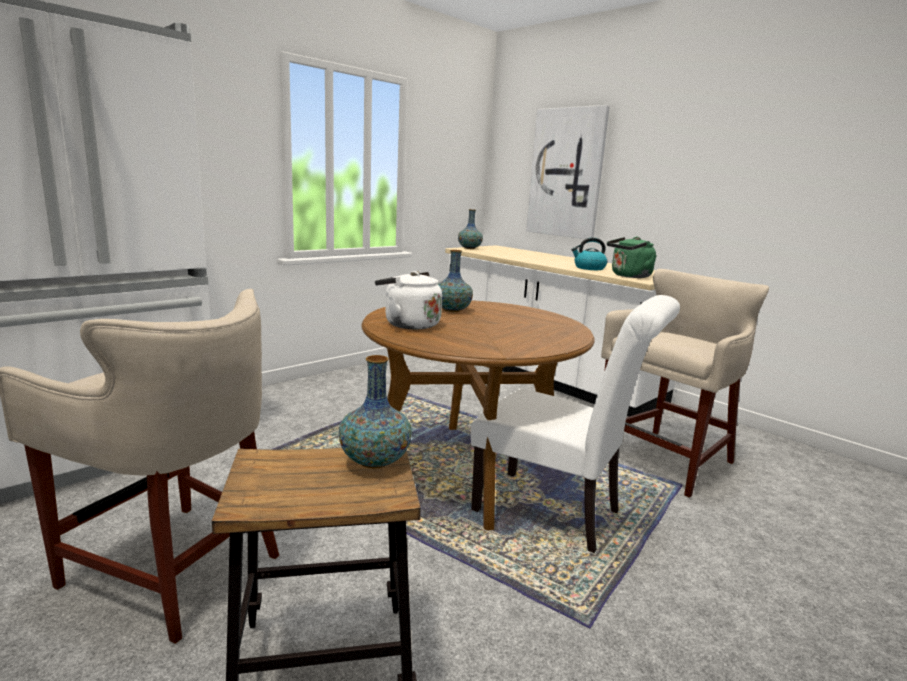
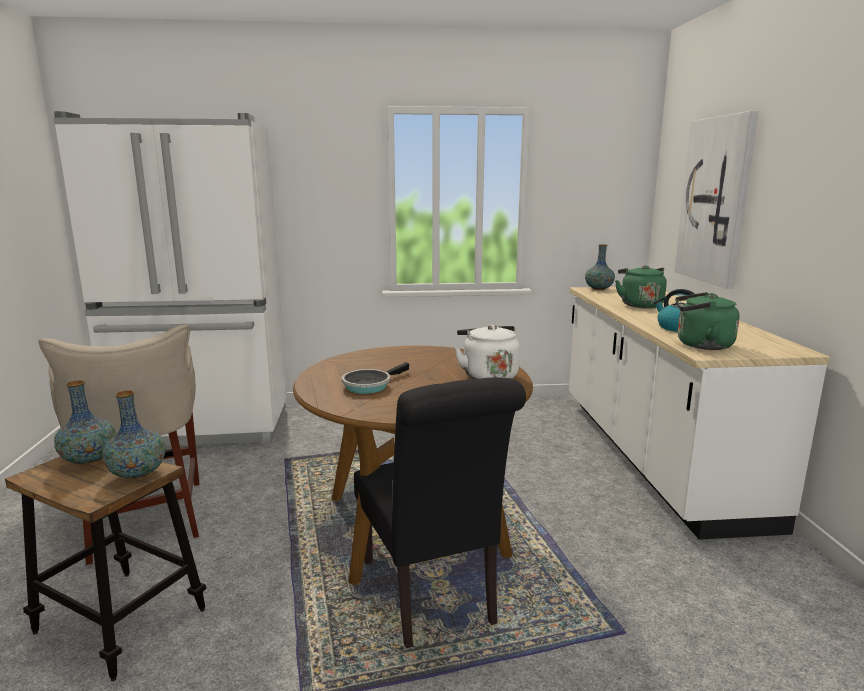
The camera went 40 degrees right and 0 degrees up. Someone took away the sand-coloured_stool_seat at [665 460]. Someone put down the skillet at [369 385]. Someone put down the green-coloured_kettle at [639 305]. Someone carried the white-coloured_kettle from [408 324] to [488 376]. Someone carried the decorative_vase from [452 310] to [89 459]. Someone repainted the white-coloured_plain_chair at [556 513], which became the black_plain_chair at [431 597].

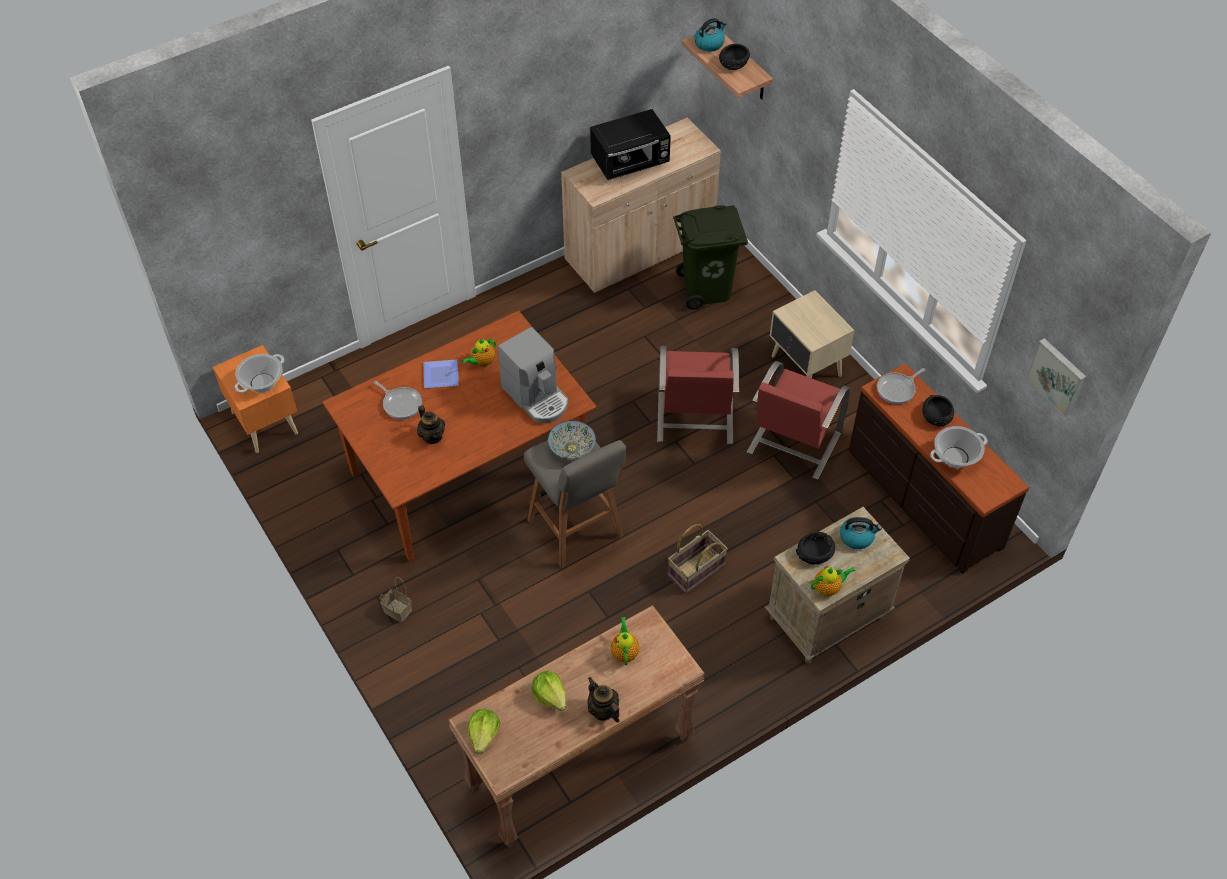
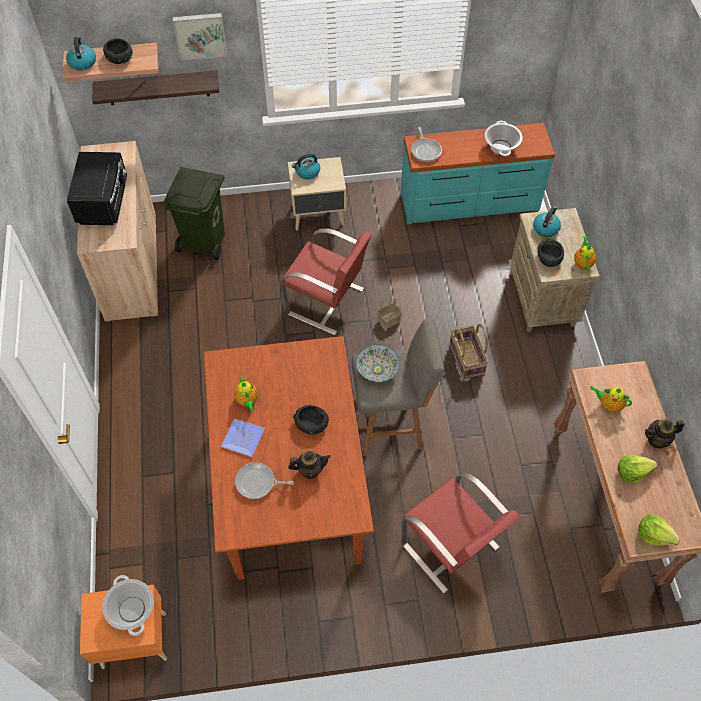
The camera went 65 degrees left and 5 degrees up. Someone took away the coffee_machine at [537 397]. Someone put up the shelf at [158 88]. Someone put down the kettle at [307 172]. Someone carried the storage_basket from [396 610] to [389 321]. Someone carried the red-coloured_plain_chair from [792 444] to [451 547]. Someone carried the black_deep_dish from [936 416] to [311 424]. Someone carried the wall_art from [1057 376] to [200 35]. Someone repainted the brownish_drawer_chest at [922 499], which became the turquoise-coloured_drawer_chest at [469 203]. Someone rotated the skillet at [401 403] by 150 degrees counterclockwise.

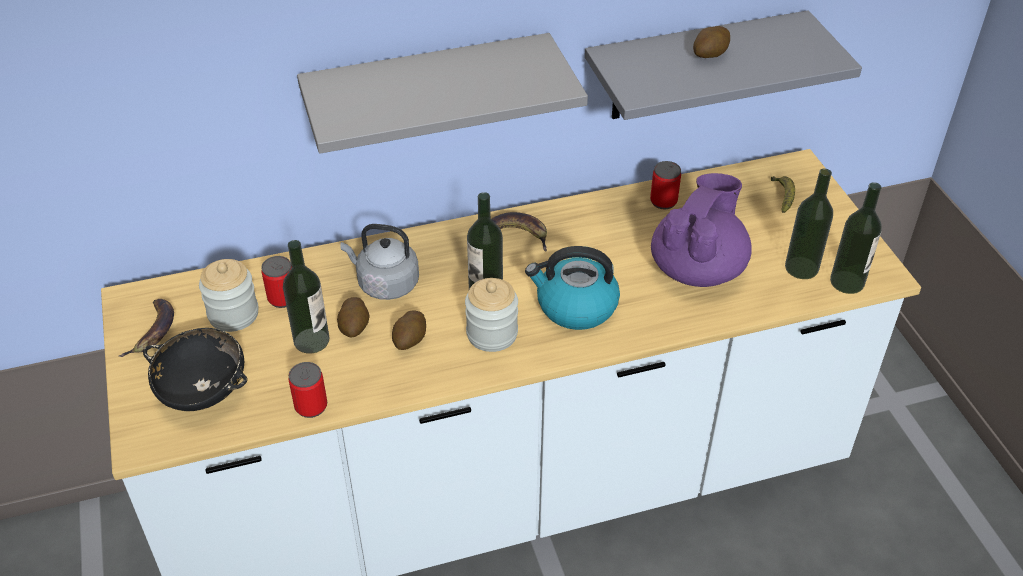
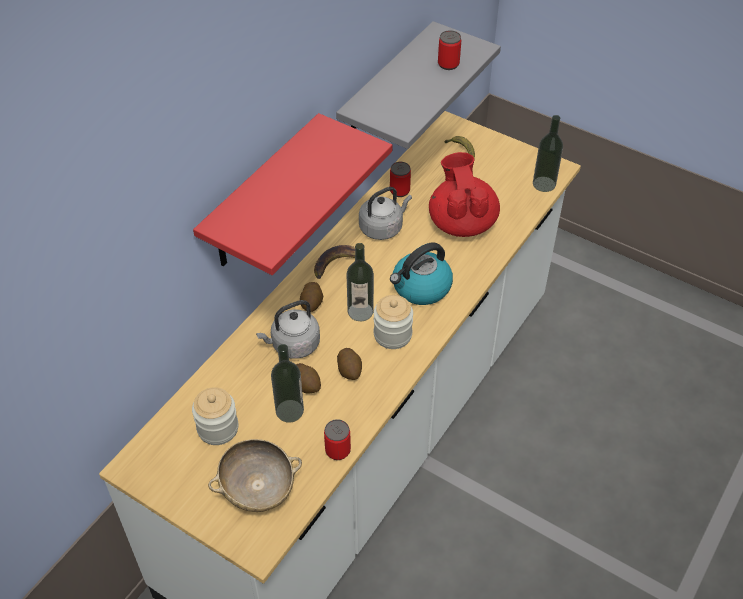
The camera went 40 degrees left and 5 degrees up. Someone took away the whole_banana at [154 332]. Someone took away the bottle at [801 268]. Someone put down the grey_kettle at [383 227]. Someone carried the metal_can from [282 298] to [448 64]. Someone carried the spud from [710 55] to [312 304]. Someone repainted the black_deep_dish at [203 390], which became the sand-coloured_deep_dish at [258 488]. Someone repainted the grey_shelf at [428 92], which became the red-coloured_shelf at [262 195]. Someone repainted the purplish_pot_for_tea at [698 268], which became the red-coloured_pot_for_tea at [462 222].

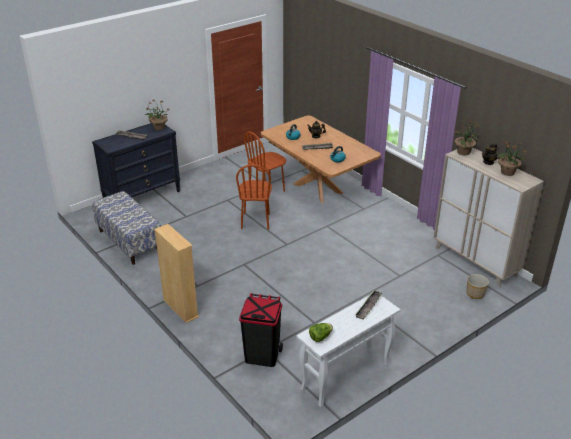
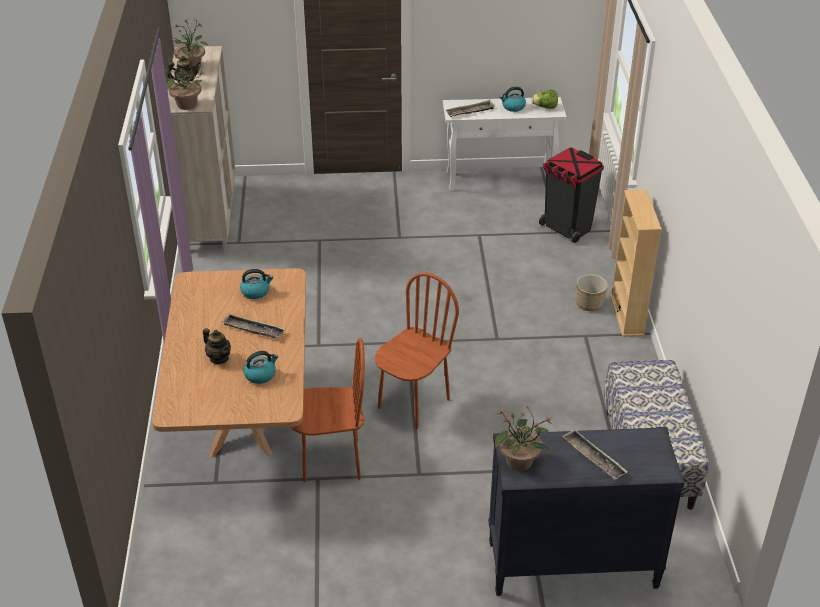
The camera went 145 degrees left and 5 degrees up. Someone put down the kettle at [513 107]. Someone carried the flower_pot from [475 294] to [589 303].

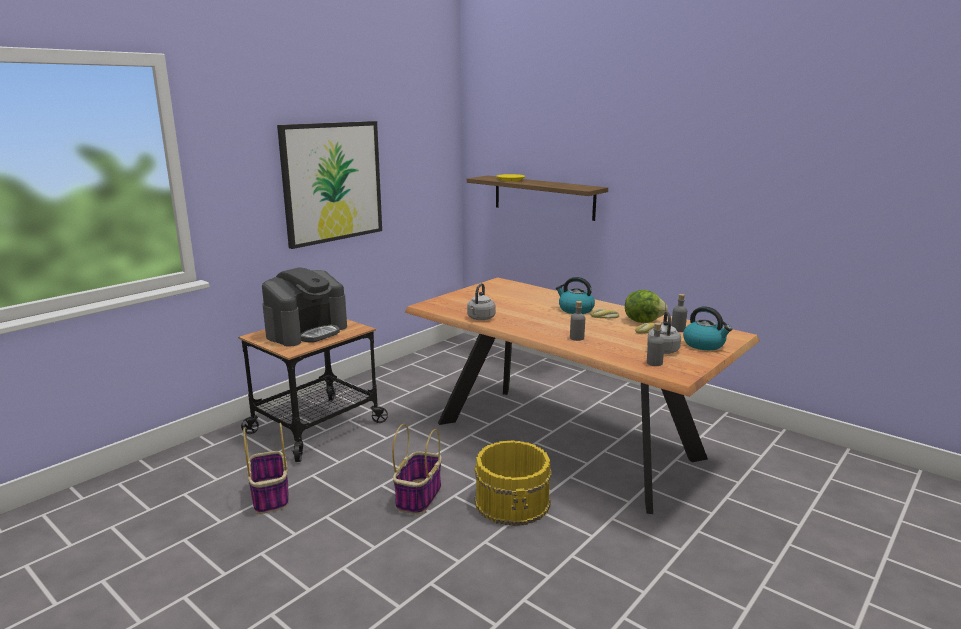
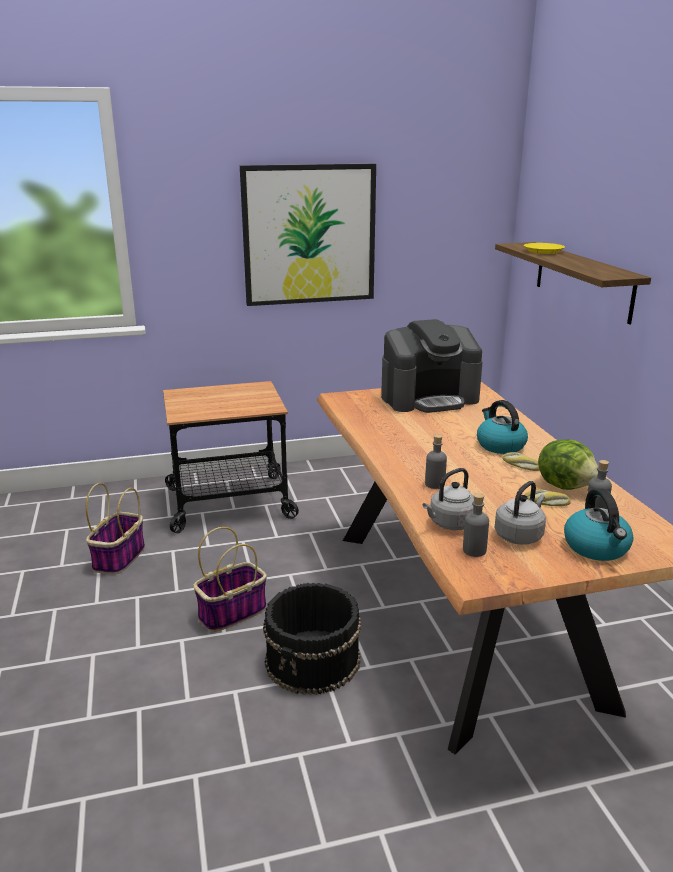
The camera went 35 degrees right and 5 degrees up. Someone carried the coffee_machine from [307 331] to [429 398]. Someone carried the grey_kettle from [480 318] to [450 524]. Someone repainted the yellowish_pail at [513 502], which became the black_pail at [313 660].

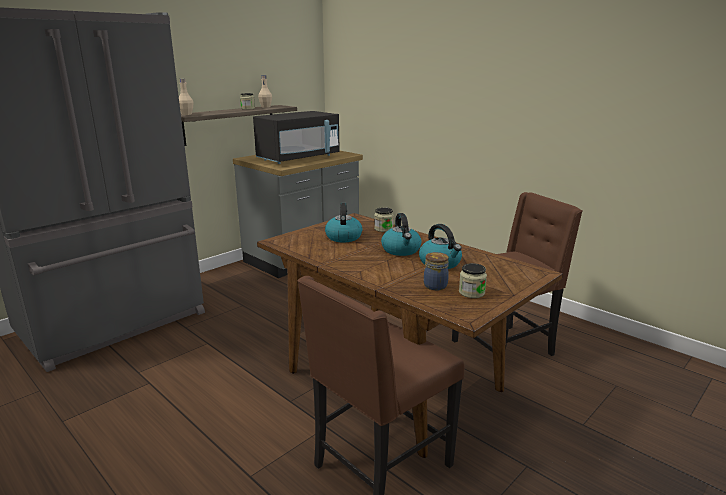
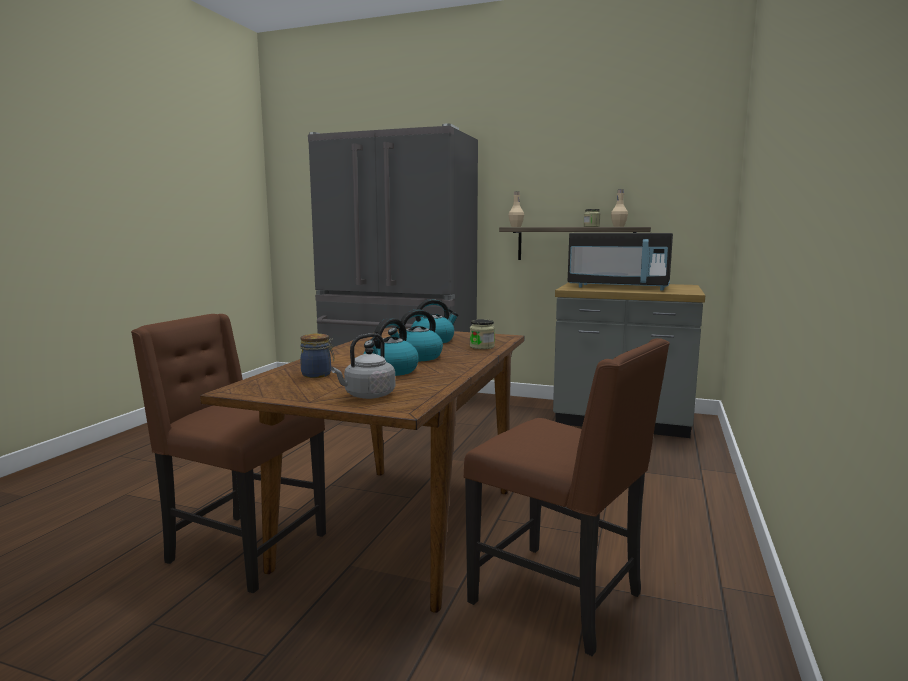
The camera went 65 degrees right and 10 degrees down. Someone took away the storage_jar at [471 293]. Someone put down the grey_kettle at [367 396].

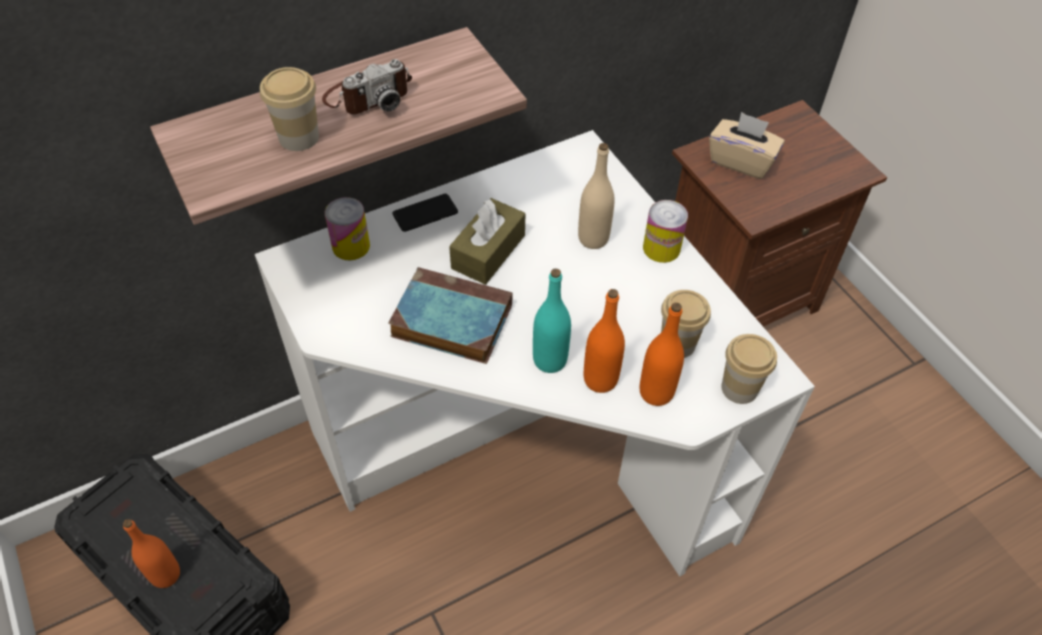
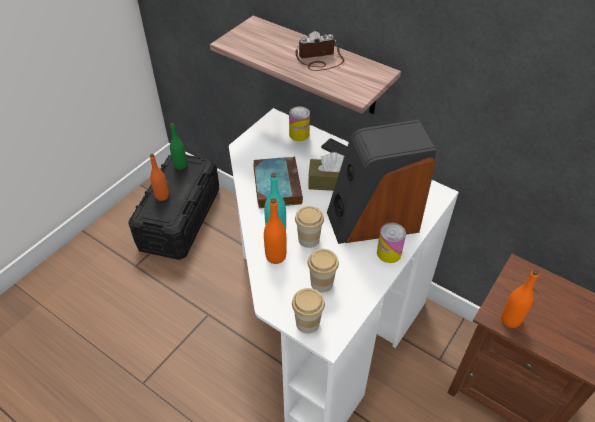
The camera went 65 degrees right and 5 degrees down. Someone took away the sand-coloured_box_of_tissues at [741 161]. Someone put down the green-coloured_bottle at [180 165]. Someone carried the small_cup from [299 137] to [308 239]. Someone carried the orange_bottle from [656 392] to [510 320]. Someone swapped the sand-coloured_bottle at [593 238] for the loudspeaker at [372 220]. Someone rotated the still_camera at [368 96] by 135 degrees clockwise.

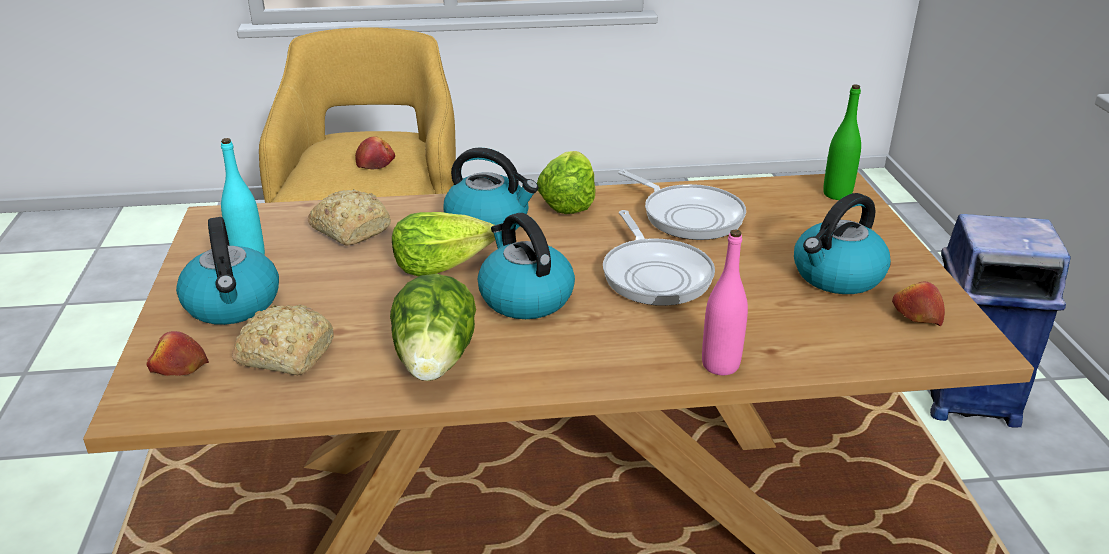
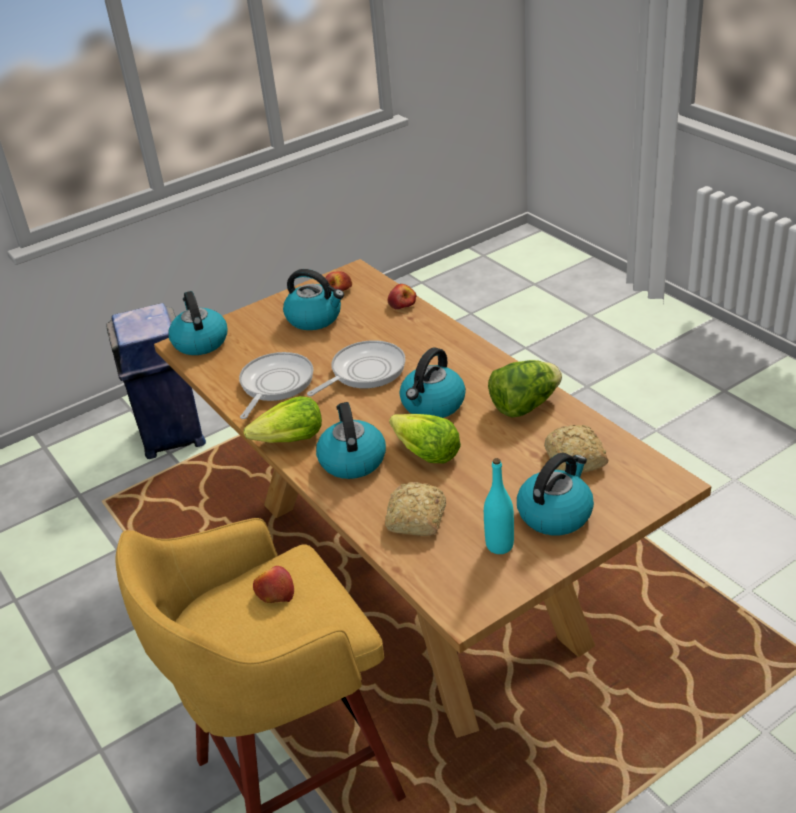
The camera went 115 degrees left and 5 degrees up. Someone took away the pink-coloured_bottle at [720 365]. Someone carried the whole_apple from [179 369] to [402 303]. Someone swapped the green-coloured_bottle at [837 194] for the kettle at [200 342].

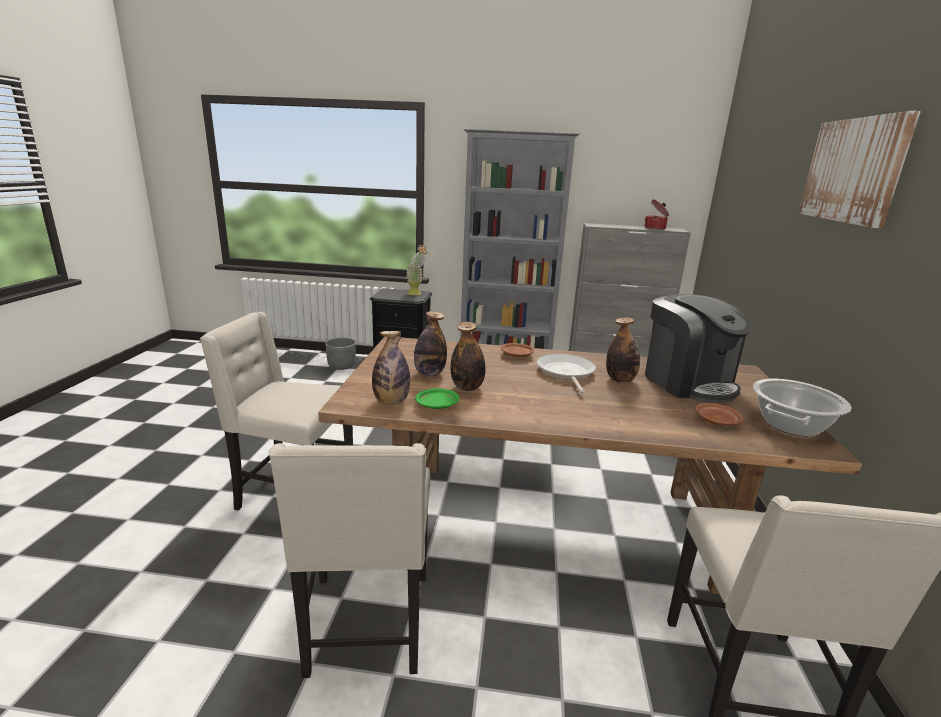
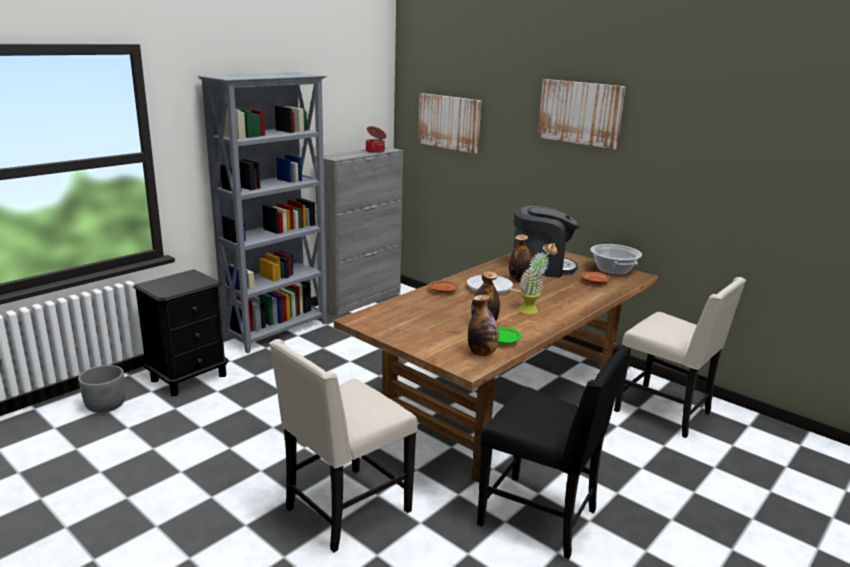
The camera went 55 degrees left and 0 degrees up. Someone took away the bottle at [429 374]. Someone put up the wall_art at [449 122]. Someone carried the potted_plant from [417 294] to [533 310]. Someone repainted the sand-coloured_plain_chair at [367 625], which became the black_plain_chair at [541 518].

